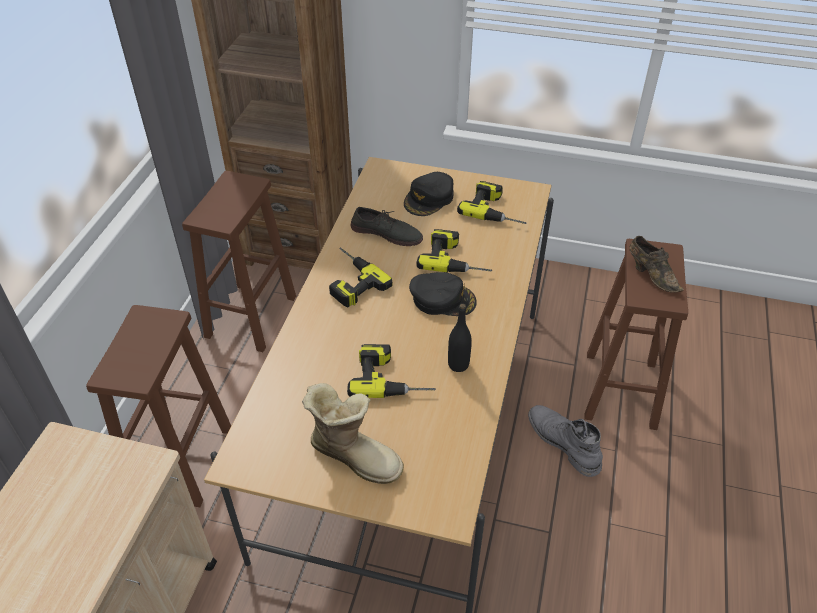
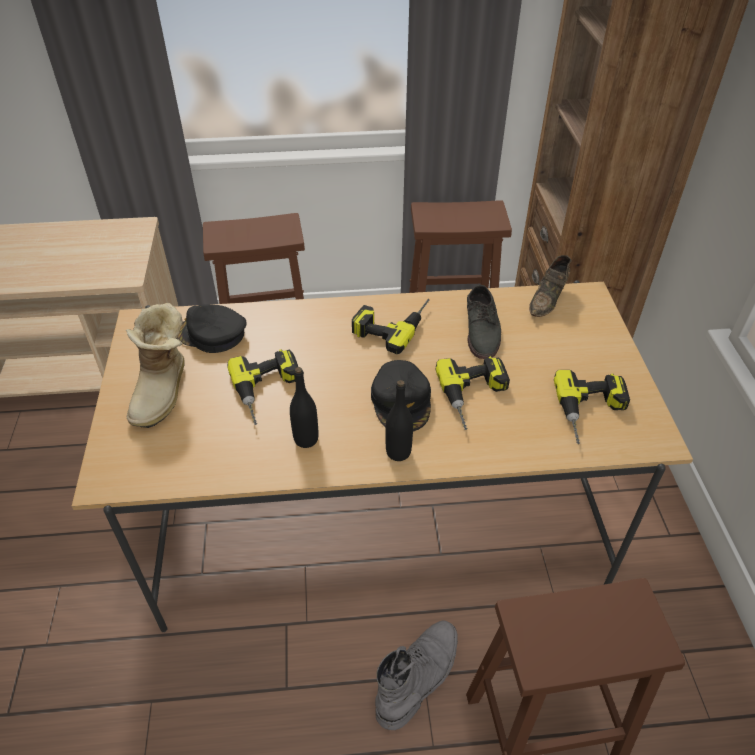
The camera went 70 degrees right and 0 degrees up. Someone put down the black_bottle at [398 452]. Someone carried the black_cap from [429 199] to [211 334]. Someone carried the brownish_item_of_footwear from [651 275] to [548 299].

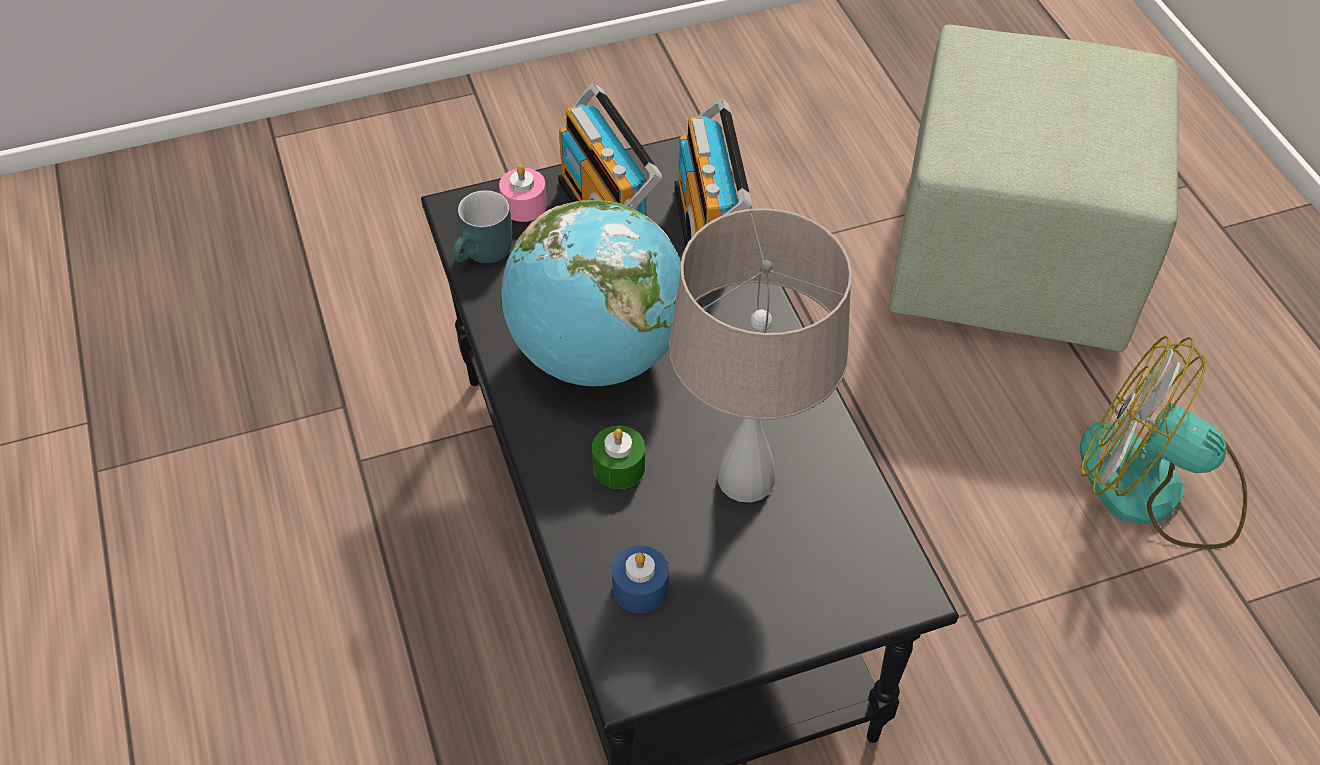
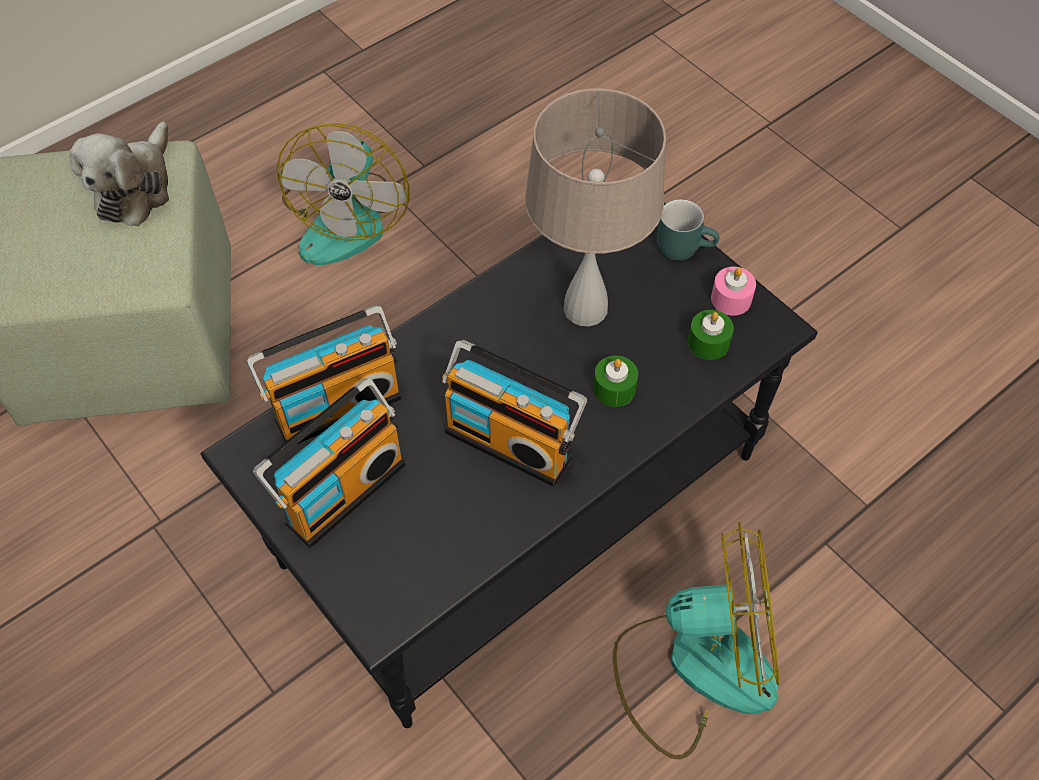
The camera went 110 degrees left and 5 degrees up. Someone put down the plush_toy at [135 187]. Someone put down the cooling_fan at [695 666]. Someone carried the turquoise-coloured_tea_mug from [485 254] to [684 246]. Someone carried the pink-coloured_candle from [524 205] to [731 299]. Someone swapped the world_globe at [597 354] for the radio_set at [511 441]. Someone repainted the bluish_candle at [640 588], which became the green-coloured_candle at [708 342].

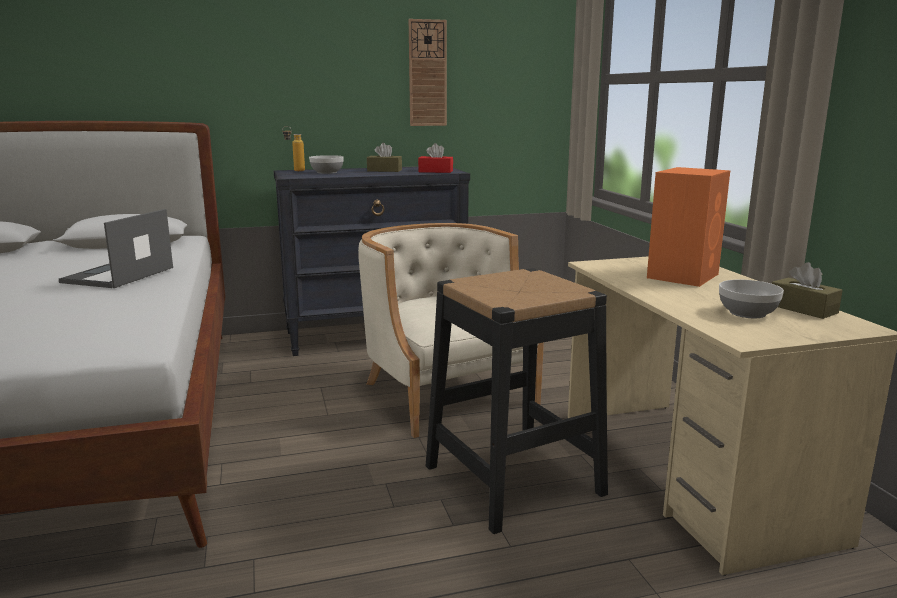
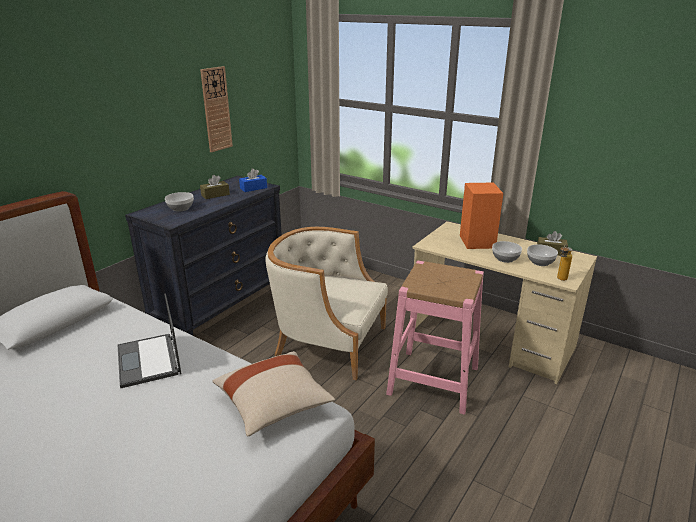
The camera went 40 degrees left and 10 degrees up. Someone put down the sand-coloured_pillow at [274 405]. Someone put down the deep_dish at [505 258]. Someone carried the bottle from [295 171] to [560 280]. Someone repainted the red-coloured_box_of_tissues at [435 171], which became the bluish_box_of_tissues at [253 188]. Someone repainted the black_stool_seat at [513 479], which became the pink-coloured_stool_seat at [433 380].

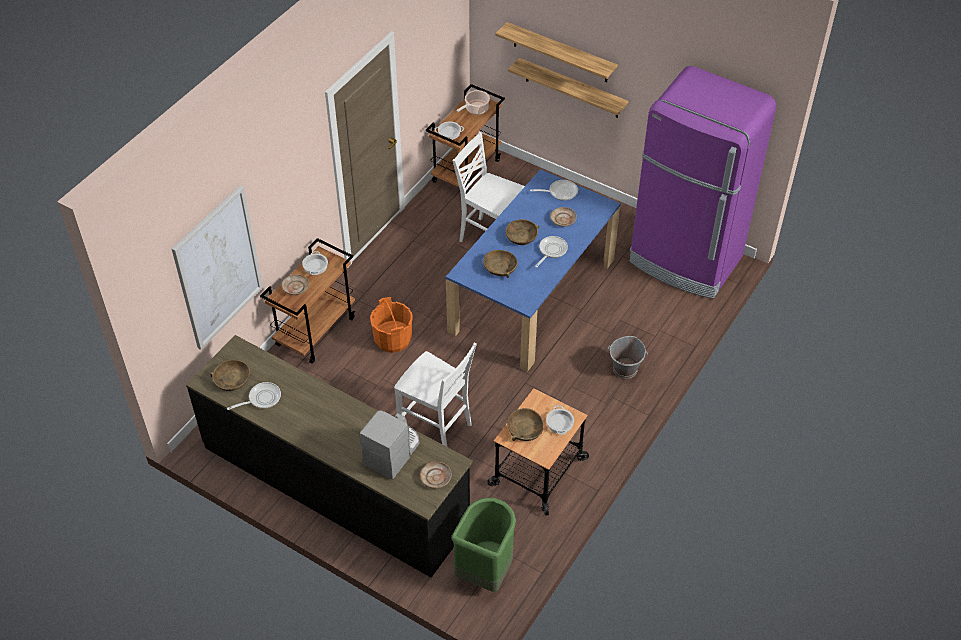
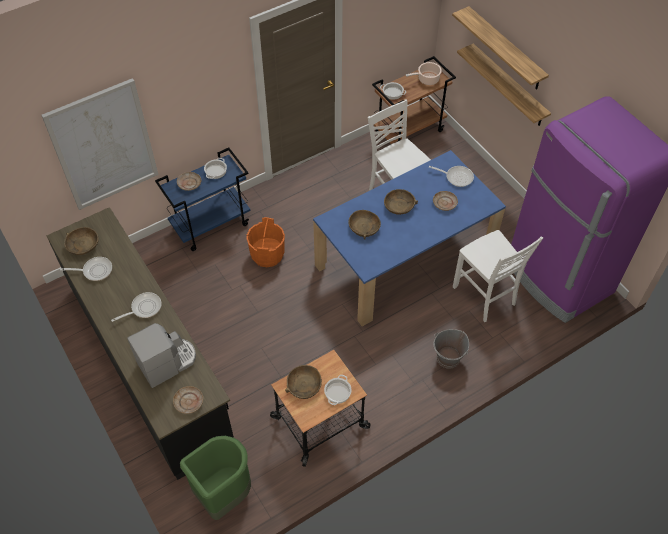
The camera went 25 degrees right and 5 degrees up. Someone carried the white-coloured_plain_chair from [437 427] to [485 296]. Someone carried the skillet from [551 251] to [144 308]. Someone repainted the brownish_wheeled_cart at [315 331], which became the bluish_wheeled_cart at [211 224].

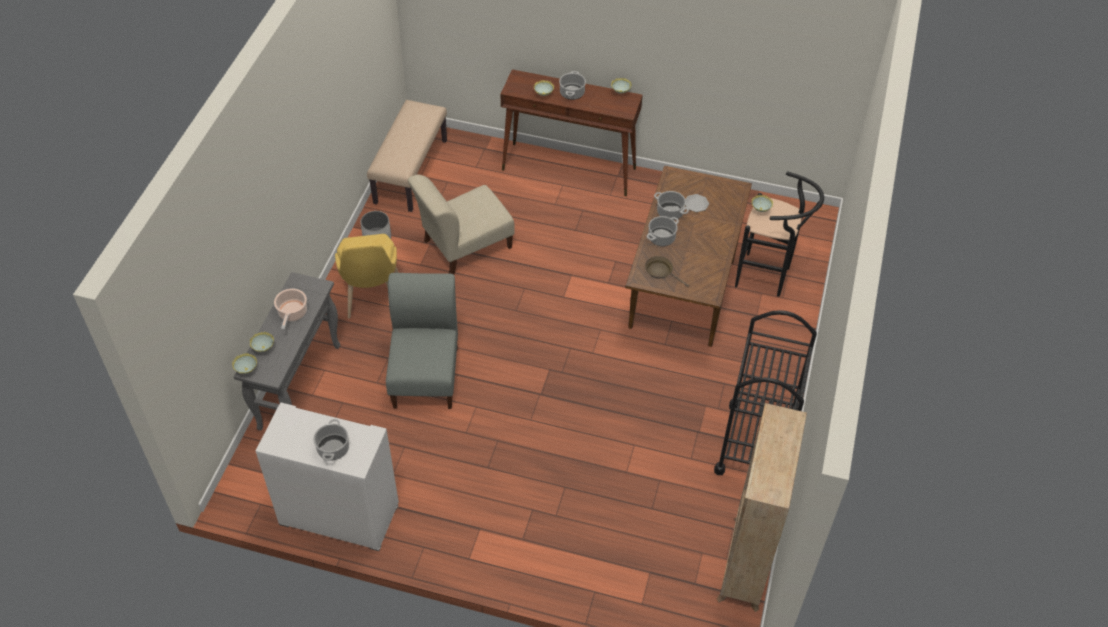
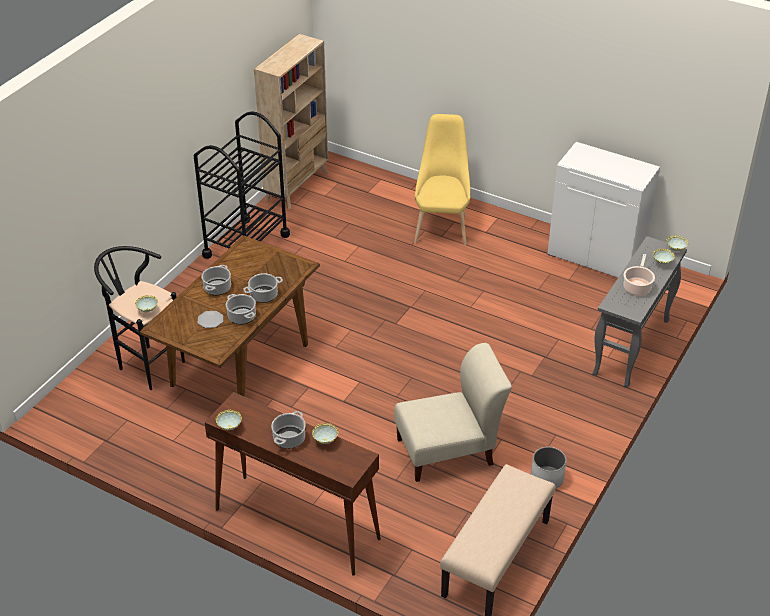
The camera went 165 degrees left and 10 degrees down. Someone took away the grey_plain_chair at [426 373]. Someone took away the brownish_skillet at [661 271]. Someone carried the saucepot from [333 449] to [217 288]. Someone carried the yellowish_plain_chair from [372 299] to [441 226].

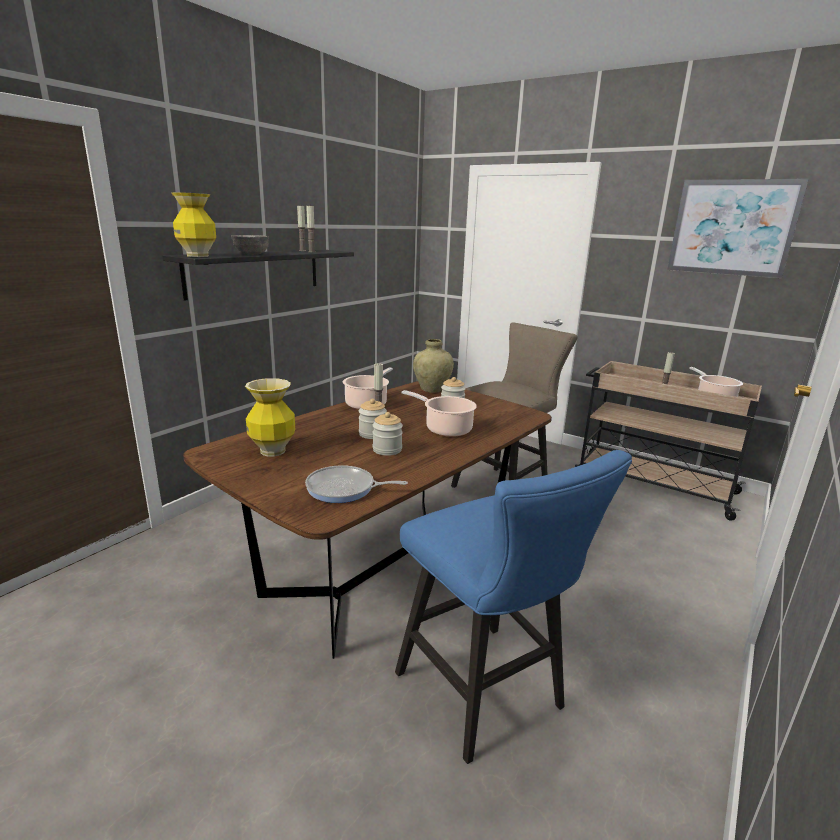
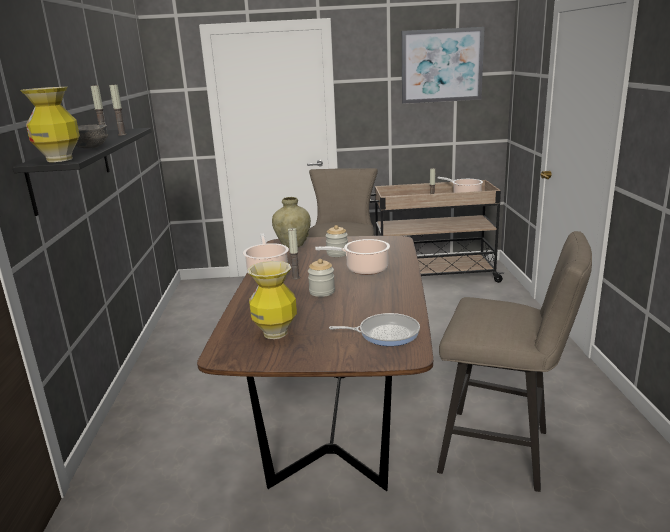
The camera went 35 degrees left and 0 degrees up. Someone took away the storage_jar at [387 450]. Someone repainted the bluish_stool_seat at [486 697], which became the sand-coloured_stool_seat at [503 451]. Someone rotated the skillet at [344 489] by 150 degrees counterclockwise.

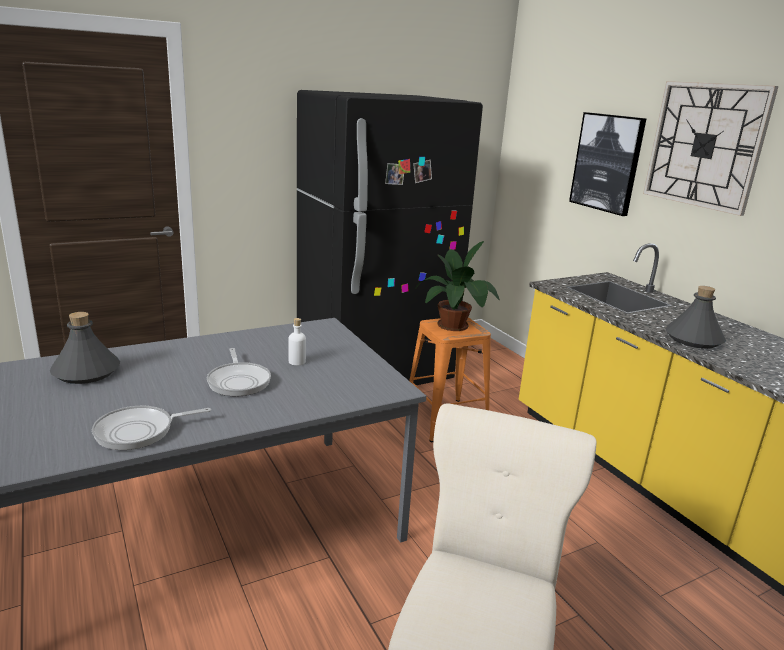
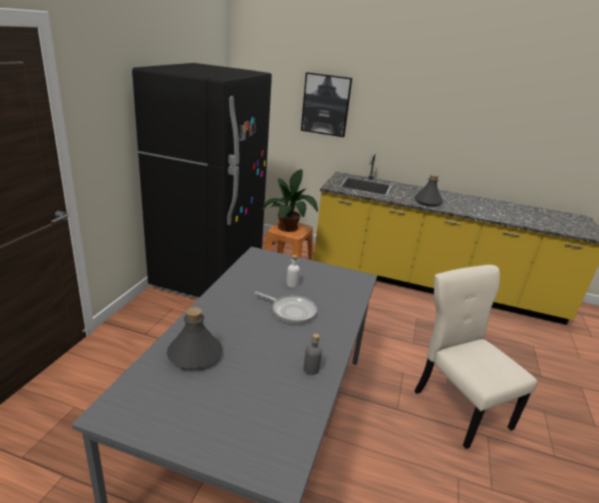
The camera went 45 degrees left and 5 degrees up. Someone took away the wall_clock at [705 145]. Someone swapped the skillet at [139 431] for the grey_bottle at [311 369].

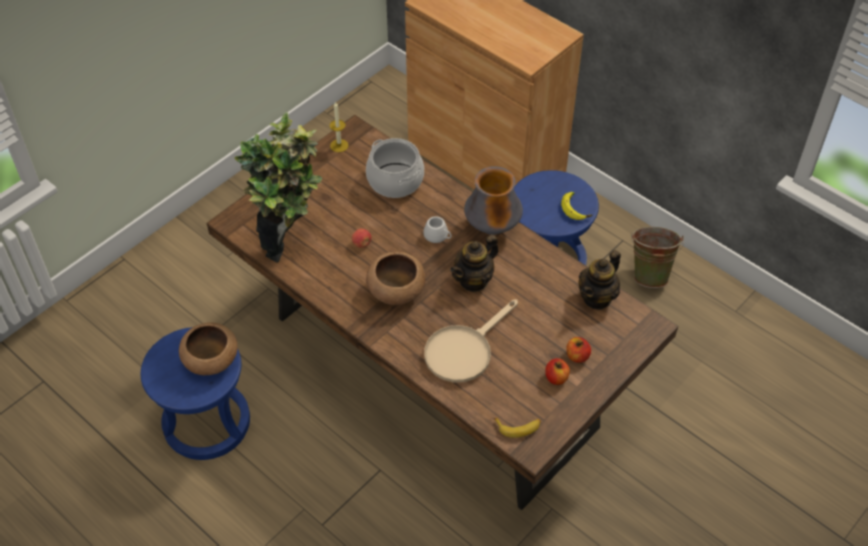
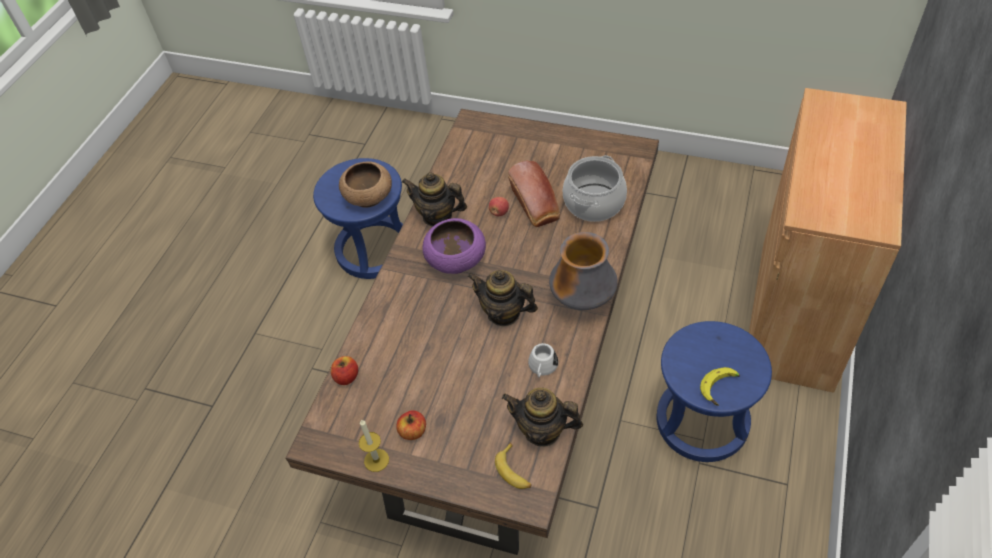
The camera went 70 degrees right and 0 degrees up. Someone took away the potted_plant at [289 239]. Someone took away the sand-coloured_skillet at [464 350]. Someone took away the green-coloured_pail at [650 273]. Someone put down the pot_for_tea at [437 216]. Someone put down the baked_bread at [536 205]. Someone carried the candle from [339 145] to [376 460]. Someone carried the white-coloured_tea_mug from [438 236] to [542 367]. Someone carried the whole_banana from [518 427] to [514 471]. Someone carried the whole_apple from [577 356] to [346 377]. Someone repainted the brownish_deep_dish at [397 291], which became the purplish_deep_dish at [456 260].

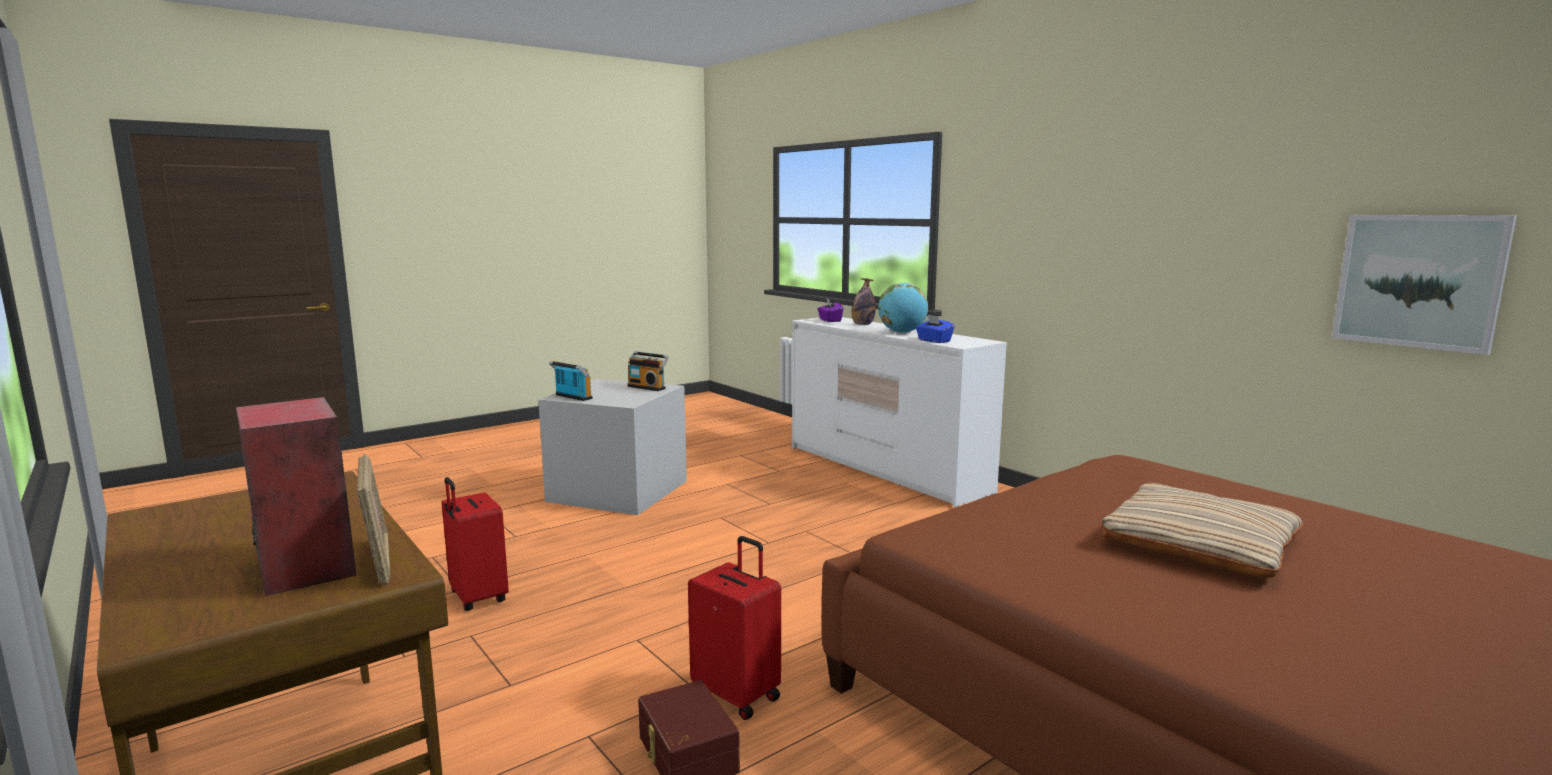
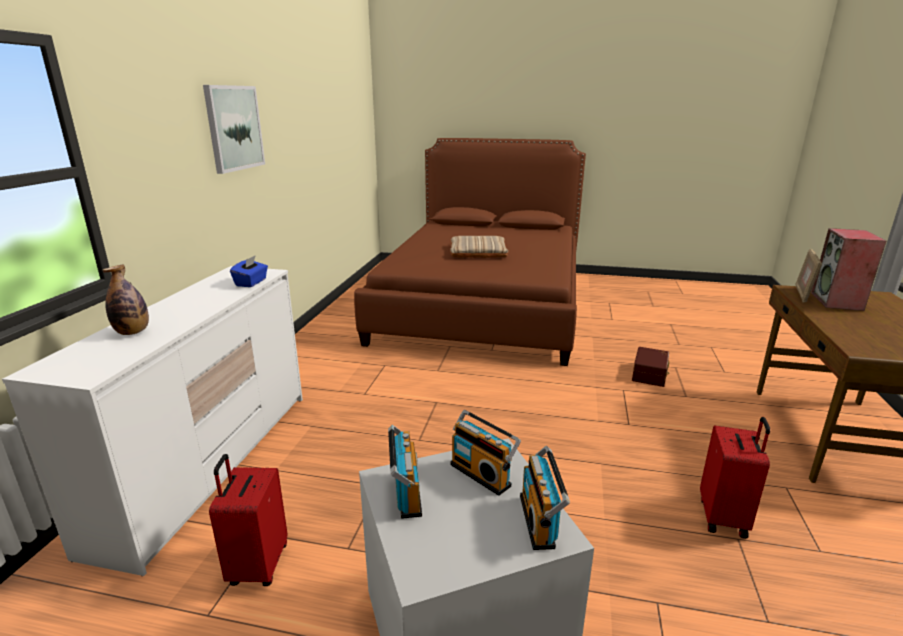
The camera went 130 degrees left and 10 degrees up. Someone took away the purplish_box_of_tissues at [829 320]. Someone took away the world_globe at [902 332]. Someone put down the radio_set at [482 474]. Someone carried the red-coloured_suitcase from [738 694] to [257 565]. Someone carried the wall_art from [1418 281] to [234 128].

